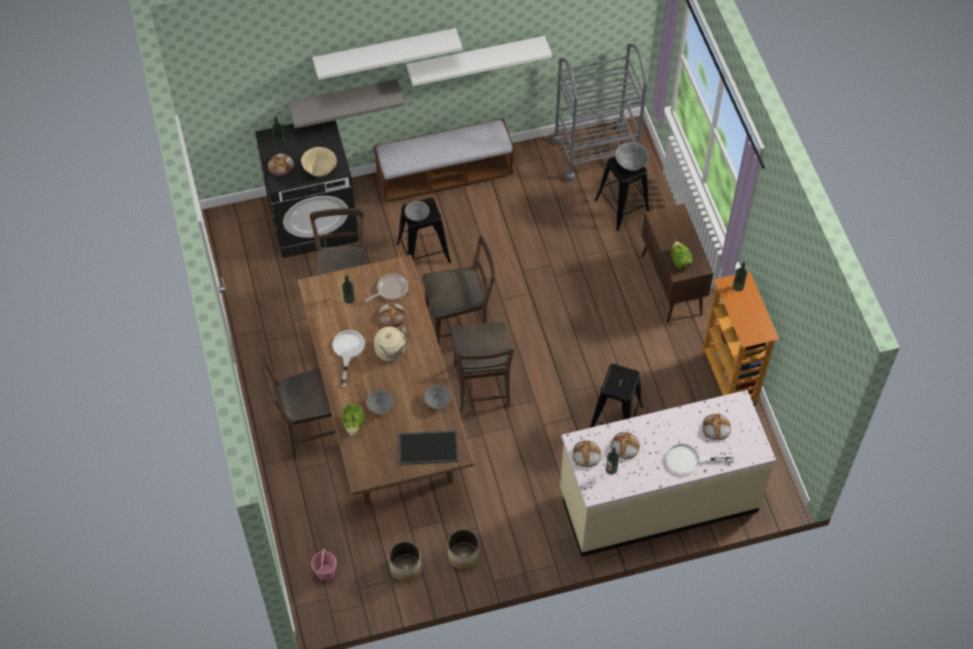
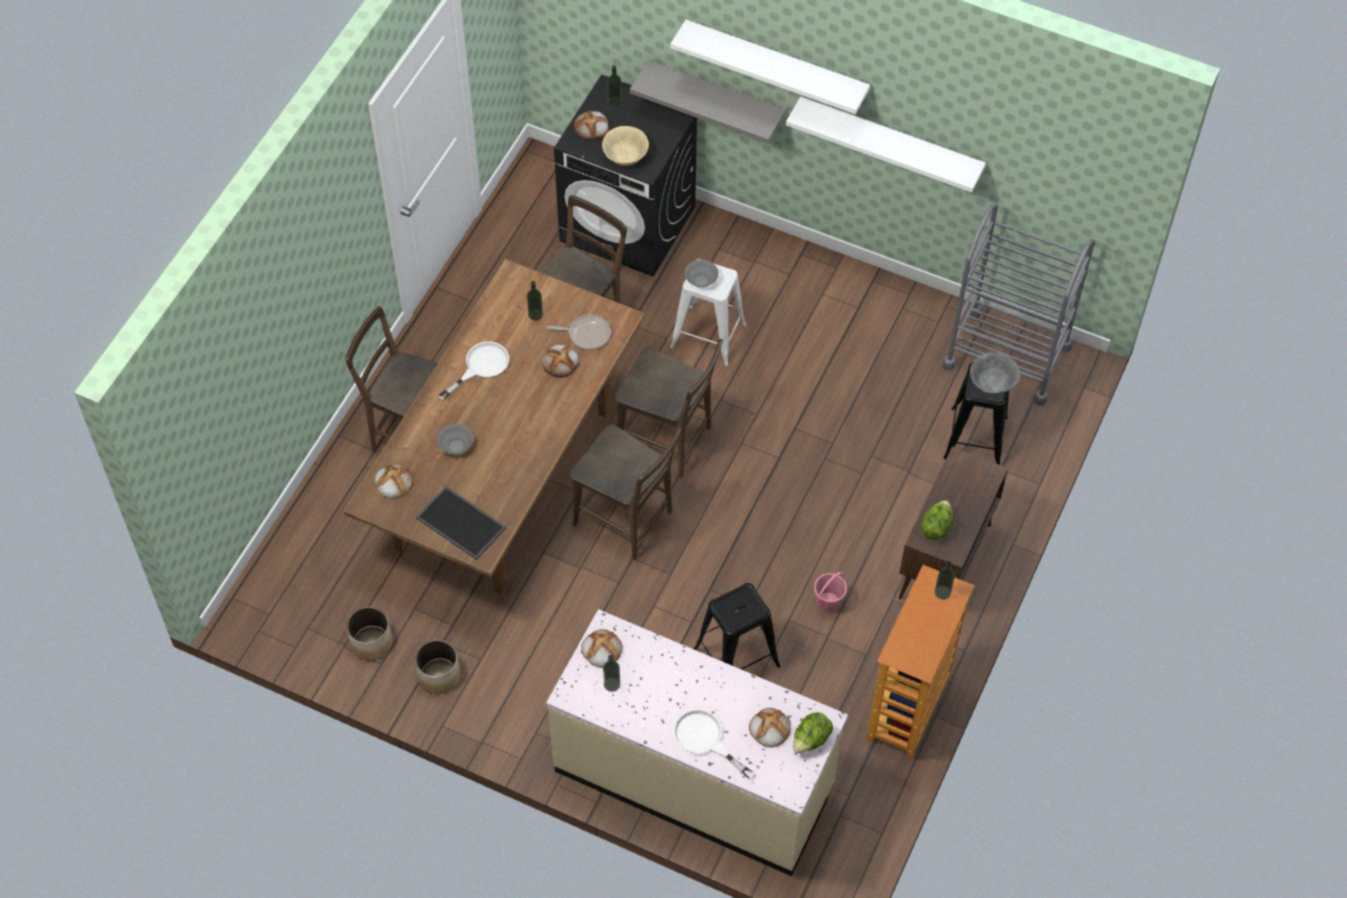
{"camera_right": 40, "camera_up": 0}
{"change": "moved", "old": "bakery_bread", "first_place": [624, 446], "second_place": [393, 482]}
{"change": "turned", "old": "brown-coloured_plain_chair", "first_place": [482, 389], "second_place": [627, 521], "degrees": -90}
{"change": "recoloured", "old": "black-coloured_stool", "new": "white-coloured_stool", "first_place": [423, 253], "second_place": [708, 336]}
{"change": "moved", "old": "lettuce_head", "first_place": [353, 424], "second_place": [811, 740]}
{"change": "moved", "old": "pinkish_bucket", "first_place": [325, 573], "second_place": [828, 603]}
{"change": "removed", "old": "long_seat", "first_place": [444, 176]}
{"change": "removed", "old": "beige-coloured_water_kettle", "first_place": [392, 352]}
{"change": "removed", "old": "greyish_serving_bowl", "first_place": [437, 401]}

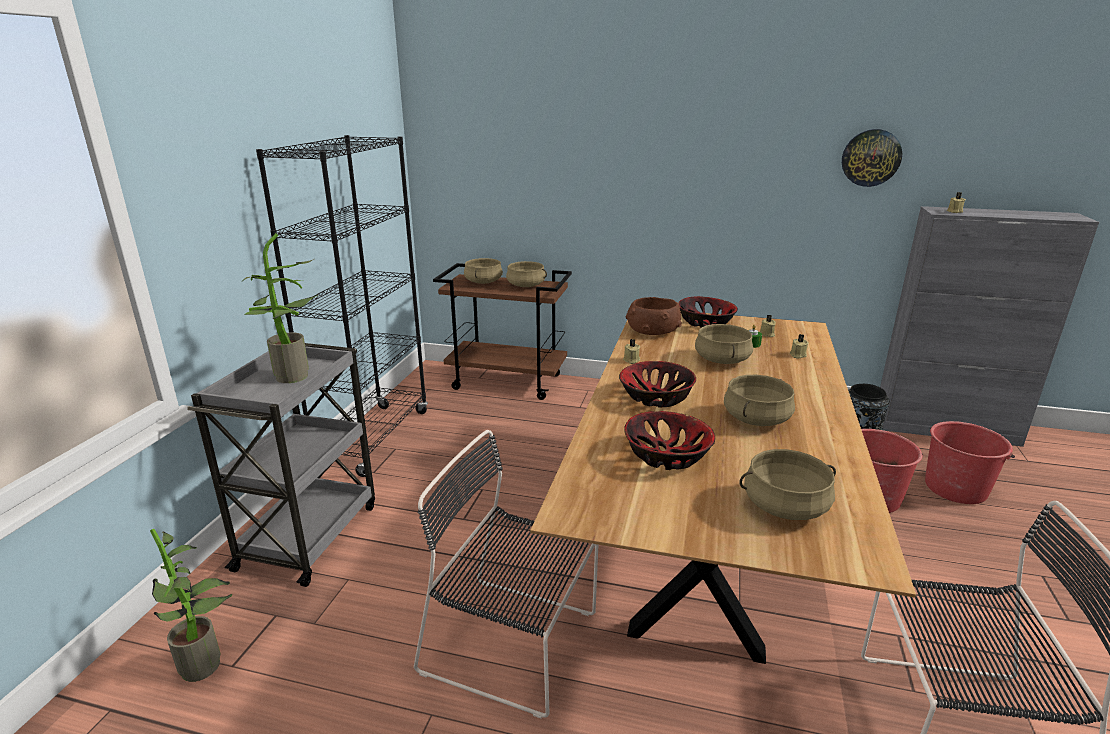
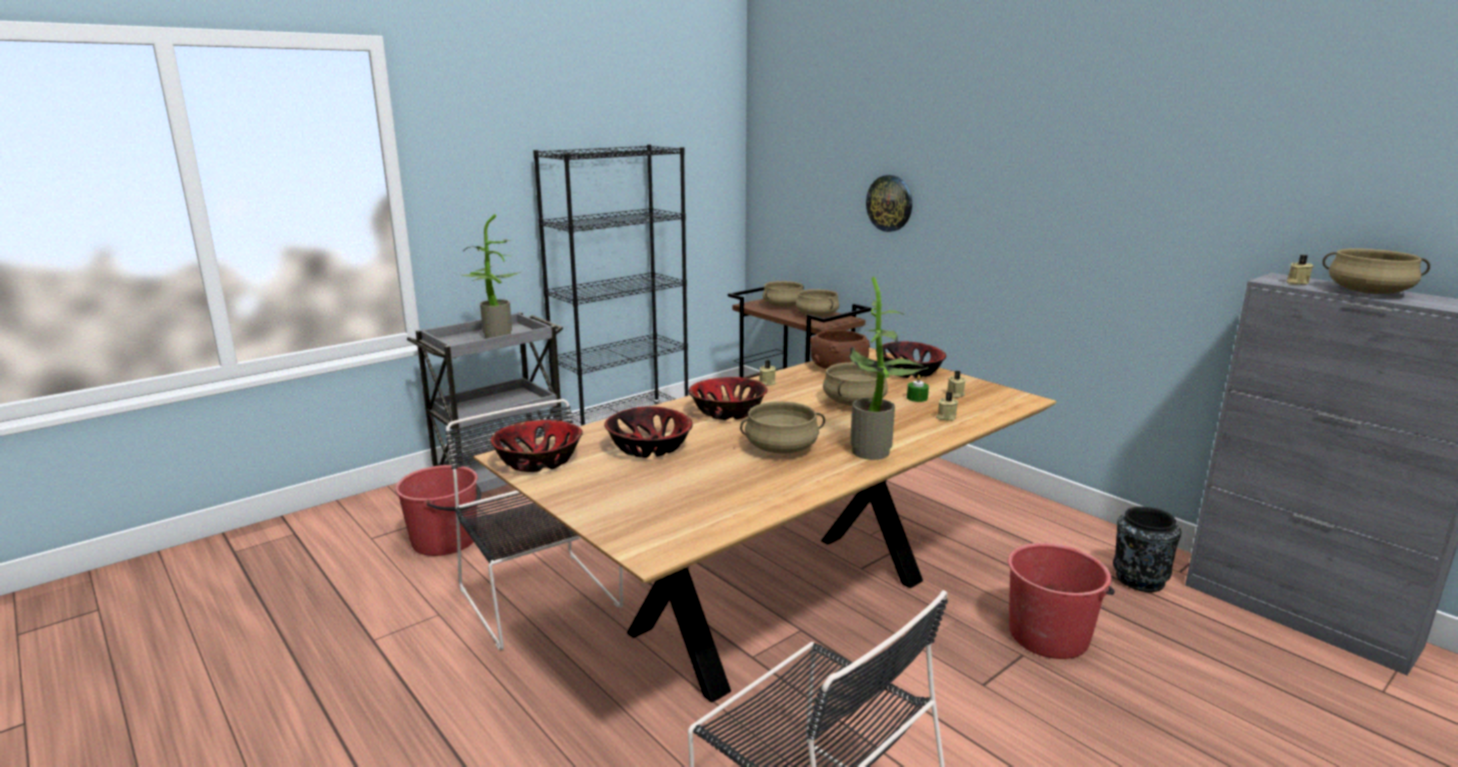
{"camera_right": 35, "camera_up": -5}
{"change": "moved", "old": "reddish_bucket", "first_place": [955, 488], "second_place": [446, 540]}
{"change": "added", "new": "serving_bowl", "second_place": [538, 461]}
{"change": "moved", "old": "plant_in_a_pot", "first_place": [207, 664], "second_place": [877, 452]}
{"change": "moved", "old": "clock_on_the_wall", "first_place": [871, 158], "second_place": [890, 203]}
{"change": "moved", "old": "beige-coloured_stockpot", "first_place": [785, 506], "second_place": [1369, 292]}

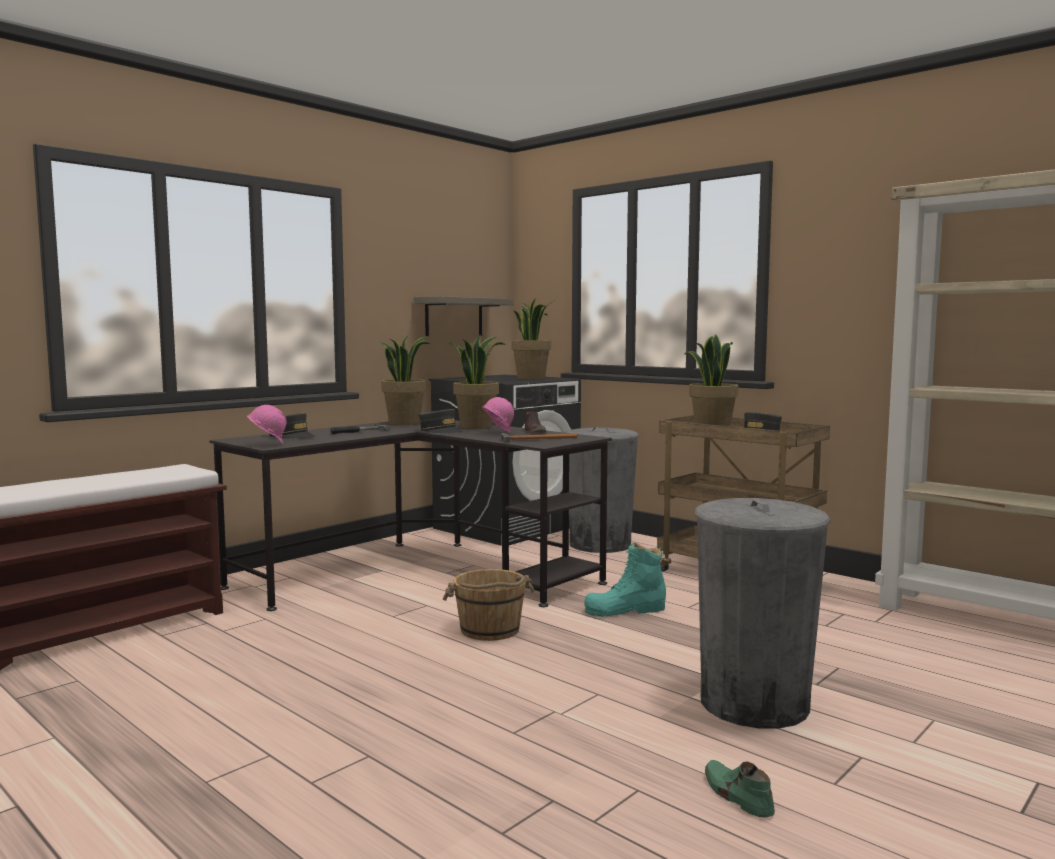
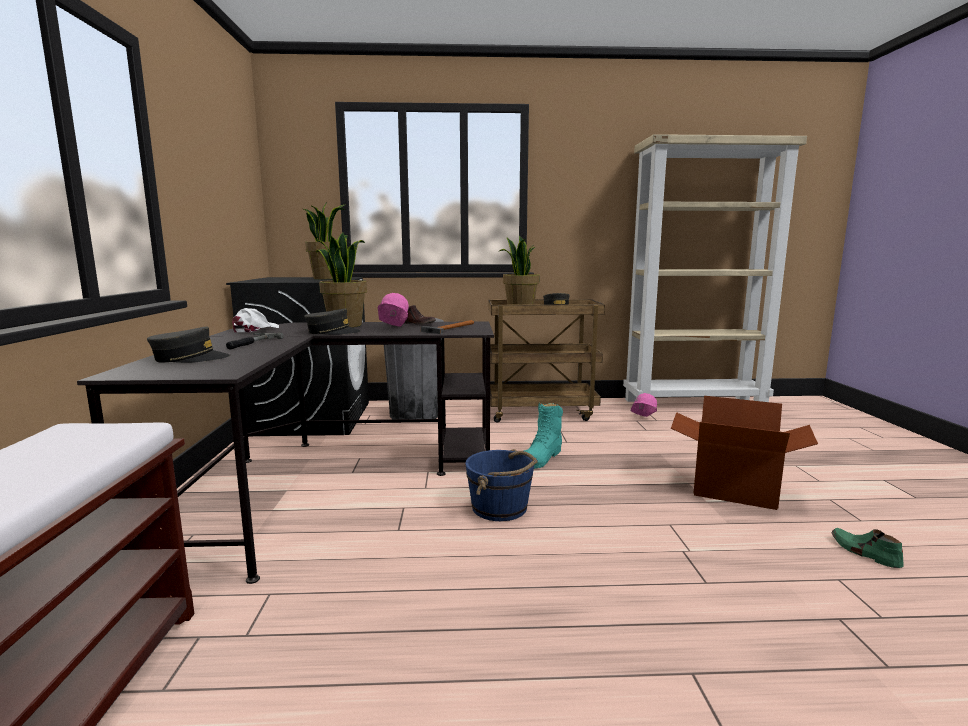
{"camera_right": -45, "camera_up": 5}
{"change": "replaced", "old": "plant_in_a_pot", "new": "white-coloured_cap", "first_place": [404, 423], "second_place": [255, 330]}
{"change": "recoloured", "old": "brown-coloured_bucket", "new": "bluish_bucket", "first_place": [490, 630], "second_place": [500, 508]}
{"change": "moved", "old": "pinkish_work_helmet", "first_place": [267, 445], "second_place": [642, 419]}
{"change": "replaced", "old": "greyish_waste_bin", "new": "cardboard_box", "first_place": [754, 703], "second_place": [733, 490]}
{"change": "turned", "old": "green_low_shoe", "first_place": [736, 796], "second_place": [864, 552], "degrees": 45}
{"change": "removed", "old": "shelf", "first_place": [454, 317]}

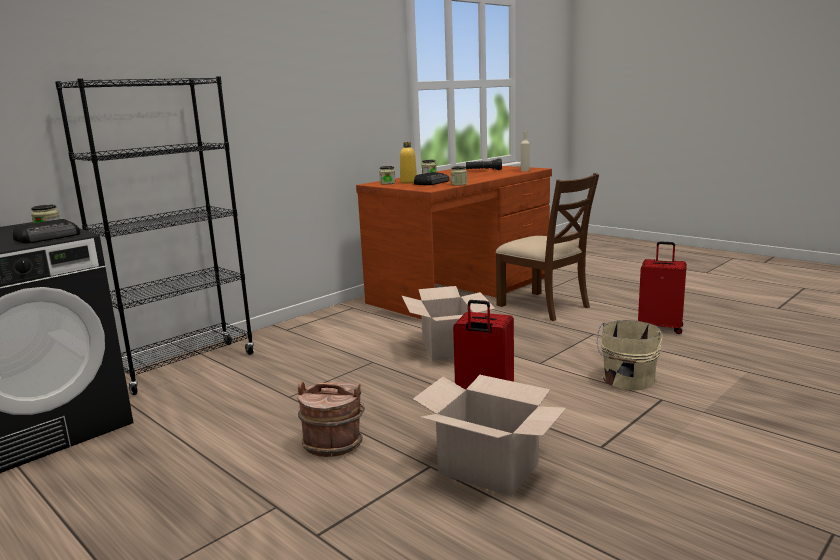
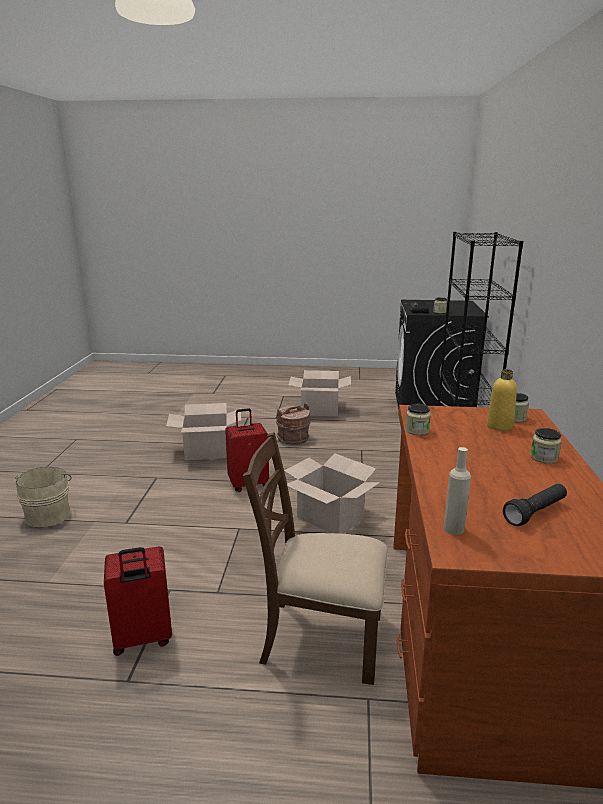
{"camera_right": 140, "camera_up": 5}
{"change": "moved", "old": "beige-coloured_bucket", "first_place": [627, 380], "second_place": [49, 514]}
{"change": "added", "new": "cardboard_box", "second_place": [320, 410]}
{"change": "removed", "old": "radio", "first_place": [432, 183]}

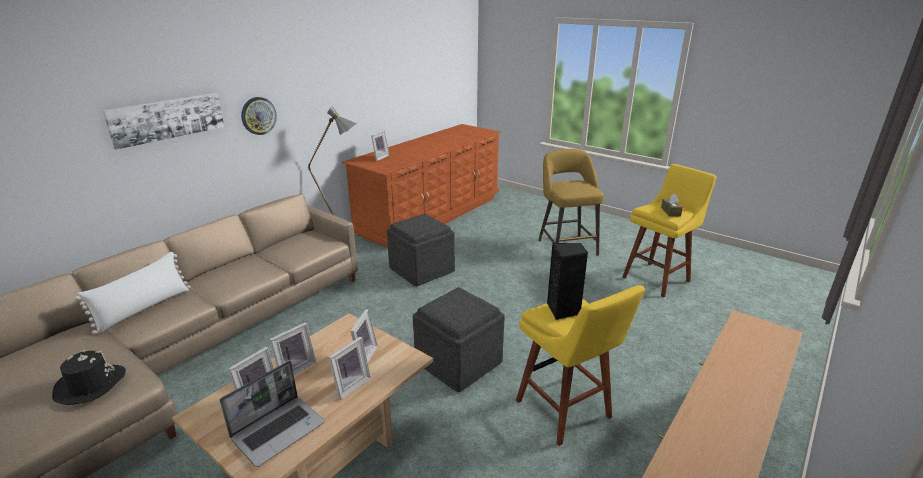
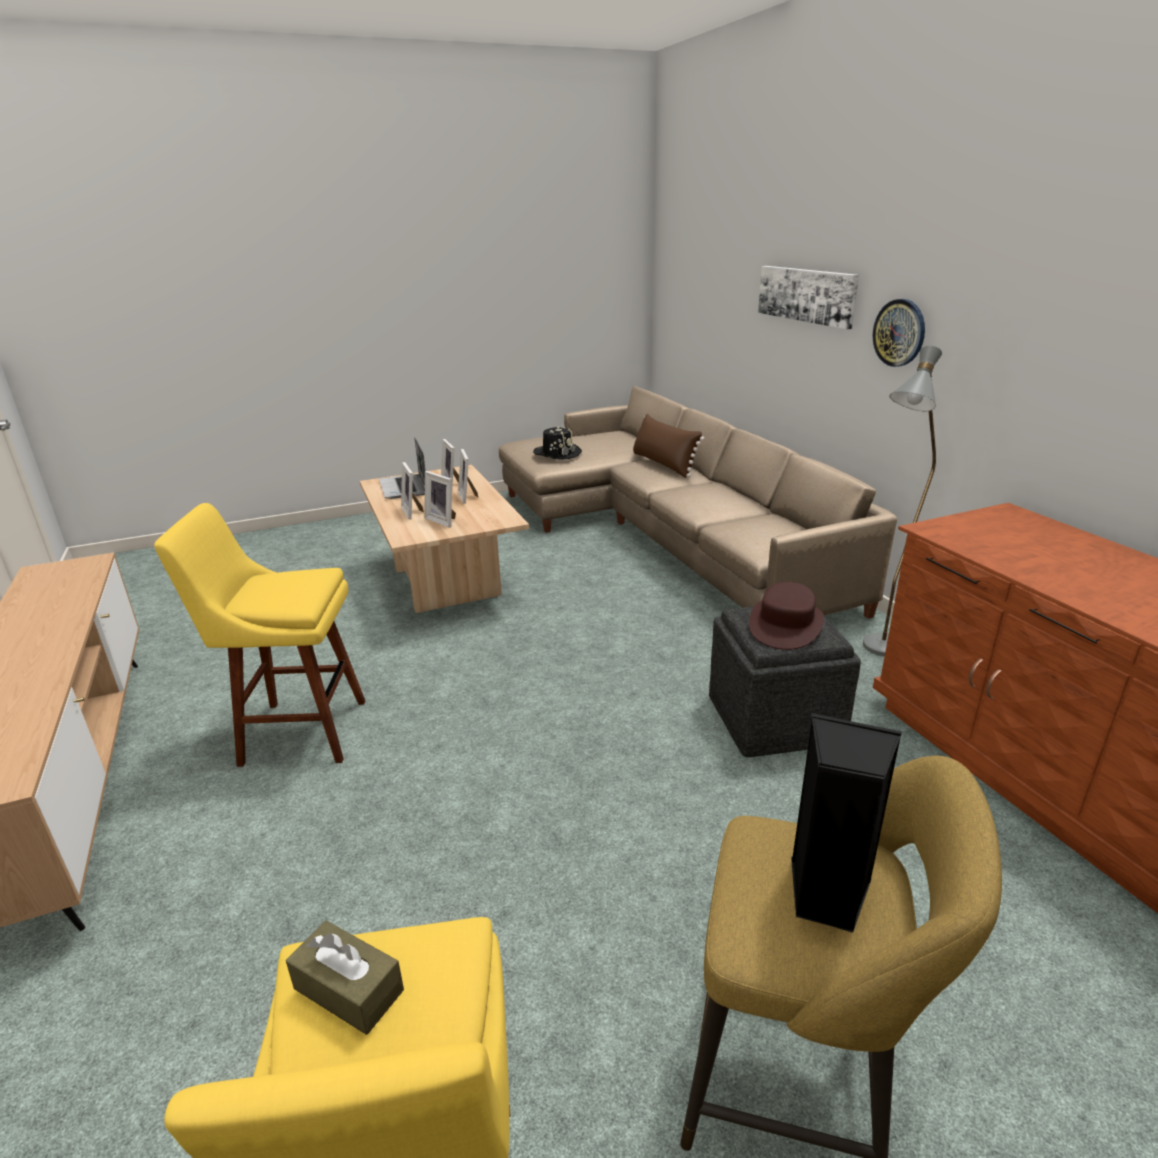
{"camera_right": 120, "camera_up": 0}
{"change": "recoloured", "old": "white-coloured_cushion", "new": "brown-coloured_cushion", "first_place": [144, 308], "second_place": [663, 464]}
{"change": "added", "new": "brown-coloured_hat", "second_place": [786, 625]}
{"change": "moved", "old": "black-coloured_speaker", "first_place": [564, 310], "second_place": [826, 894]}
{"change": "removed", "old": "standing_frame", "first_place": [379, 157]}
{"change": "removed", "old": "greyish_pouffe", "first_place": [457, 362]}

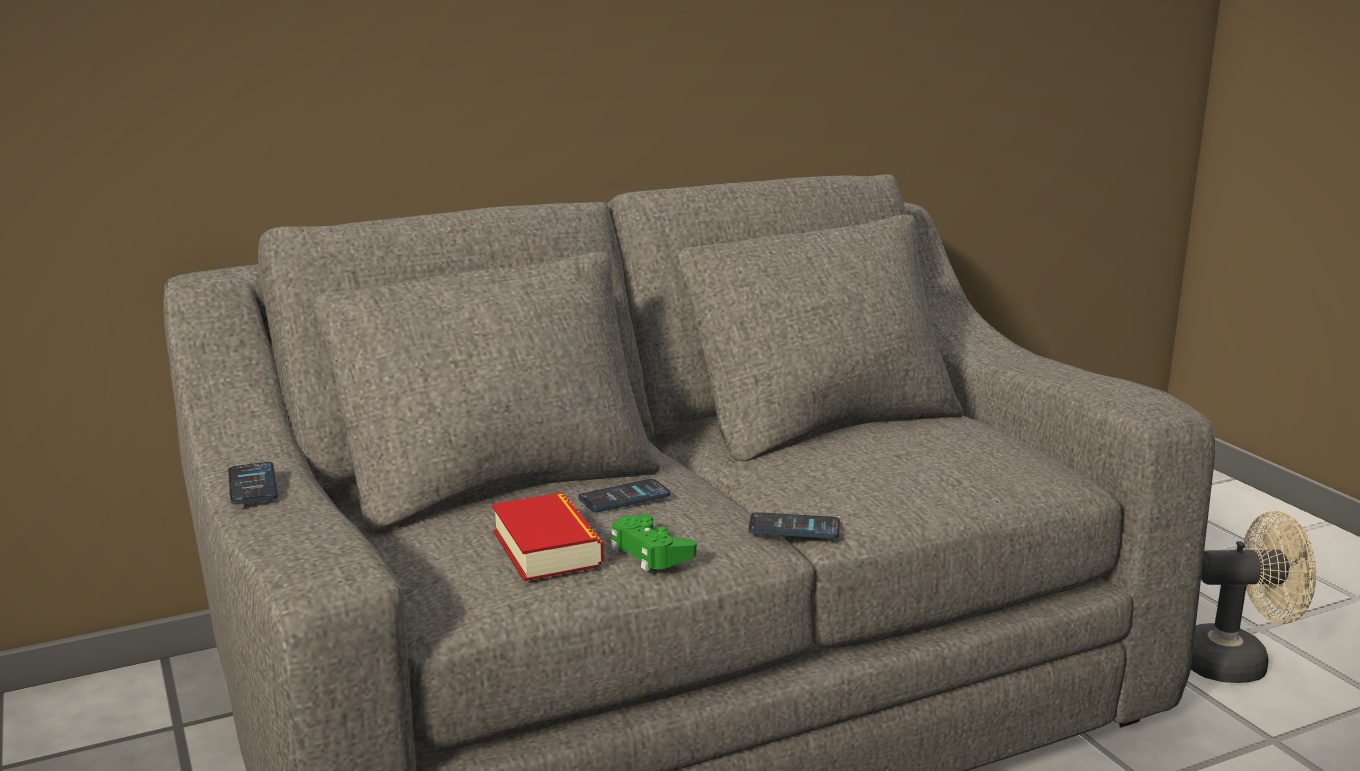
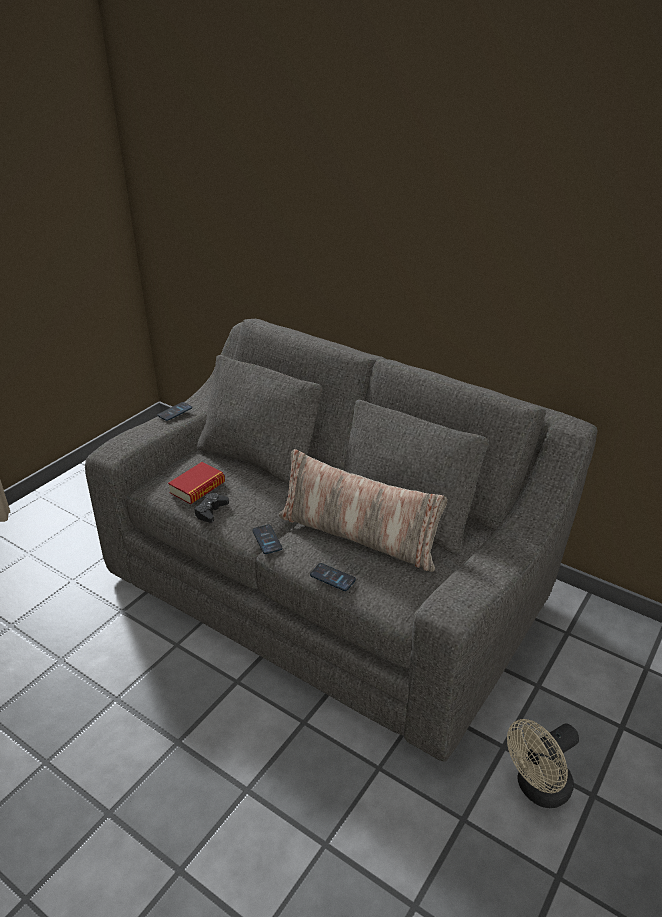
{"camera_right": 60, "camera_up": 15}
{"change": "recoloured", "old": "green_joypad", "new": "black-coloured_joypad", "first_place": [650, 552], "second_place": [211, 511]}
{"change": "added", "new": "cushion", "second_place": [358, 536]}
{"change": "moved", "old": "handset", "first_place": [624, 497], "second_place": [332, 577]}
{"change": "turned", "old": "beige-coloured_cooling_fan", "first_place": [1236, 662], "second_place": [537, 789], "degrees": 90}

